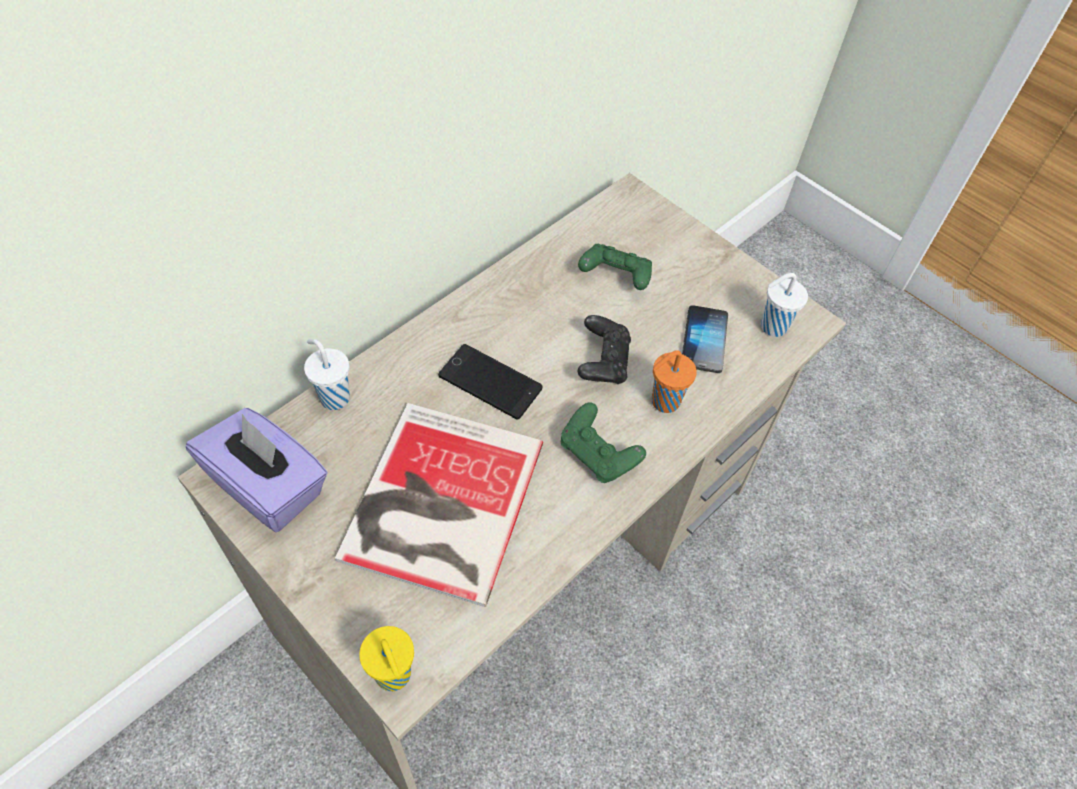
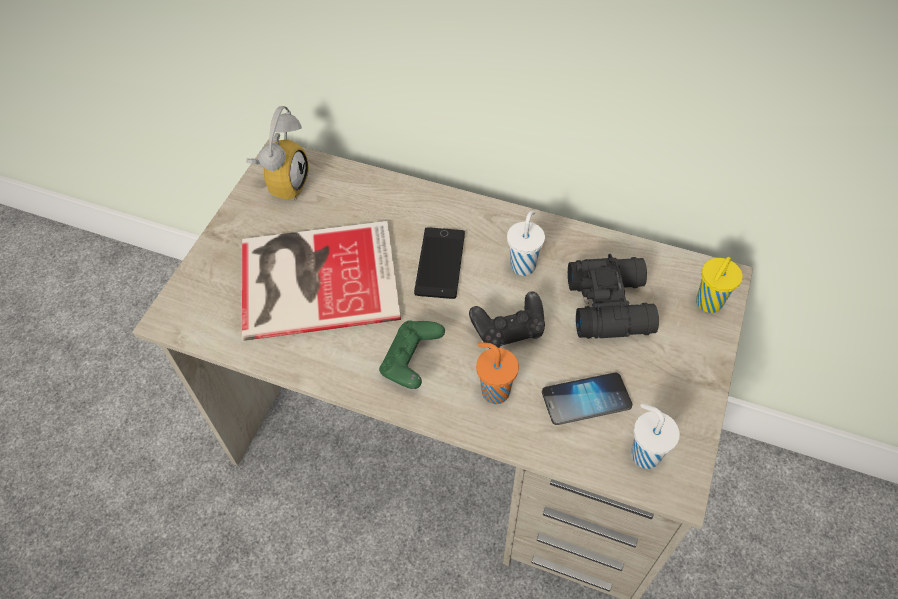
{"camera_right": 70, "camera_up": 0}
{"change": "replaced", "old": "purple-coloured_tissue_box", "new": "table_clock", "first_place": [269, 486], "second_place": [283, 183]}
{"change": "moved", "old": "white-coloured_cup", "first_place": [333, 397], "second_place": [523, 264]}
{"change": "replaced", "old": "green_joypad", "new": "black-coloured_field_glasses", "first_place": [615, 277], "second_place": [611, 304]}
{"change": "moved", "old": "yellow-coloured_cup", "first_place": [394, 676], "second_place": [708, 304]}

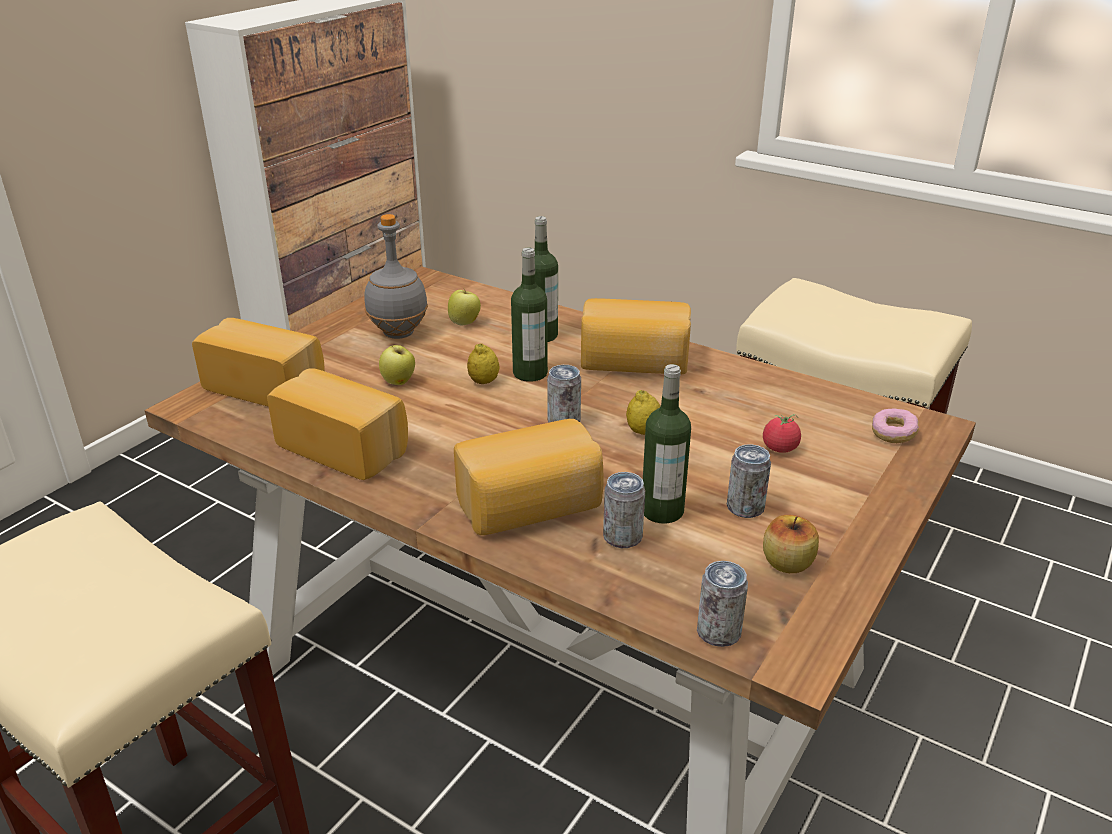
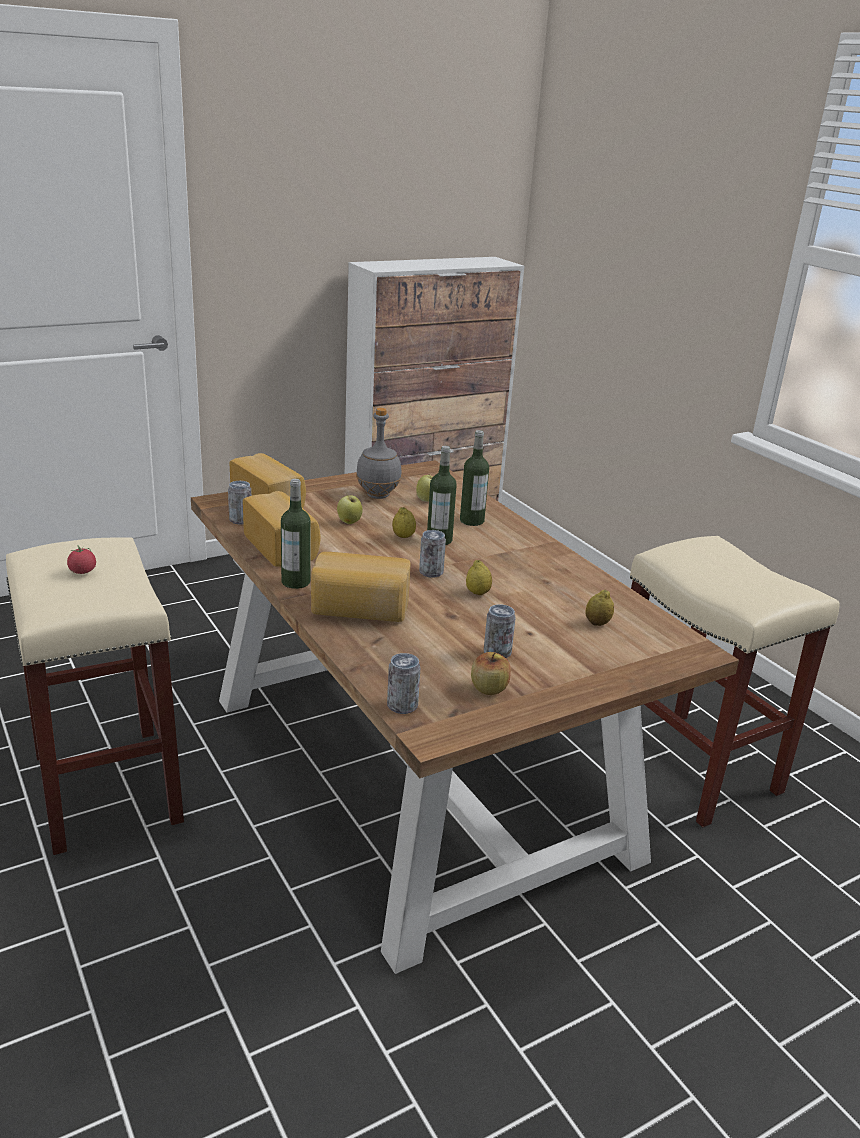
{"camera_right": 25, "camera_up": -5}
{"change": "moved", "old": "tomato", "first_place": [780, 448], "second_place": [82, 571]}
{"change": "moved", "old": "can", "first_place": [622, 537], "second_place": [240, 520]}
{"change": "moved", "old": "drink_bottle", "first_place": [662, 511], "second_place": [296, 582]}
{"change": "added", "new": "whole_lemon", "second_place": [597, 623]}
{"change": "removed", "old": "bakery_bread", "first_place": [634, 363]}
{"change": "removed", "old": "doughnut", "first_place": [893, 434]}

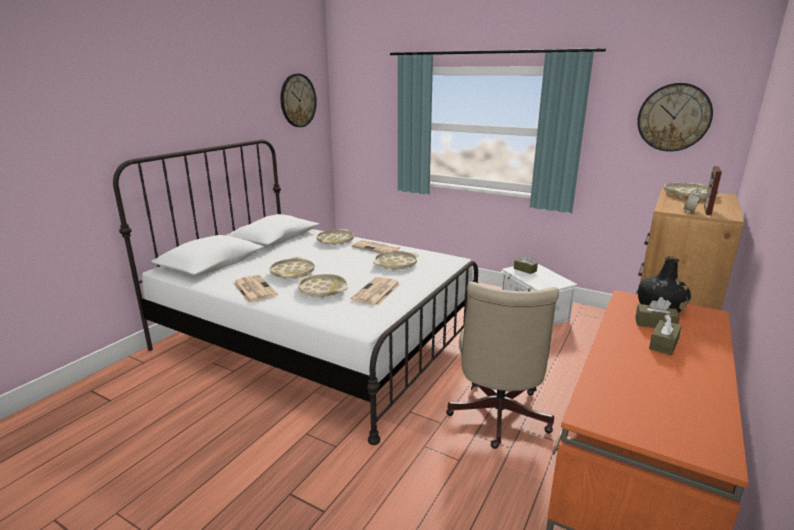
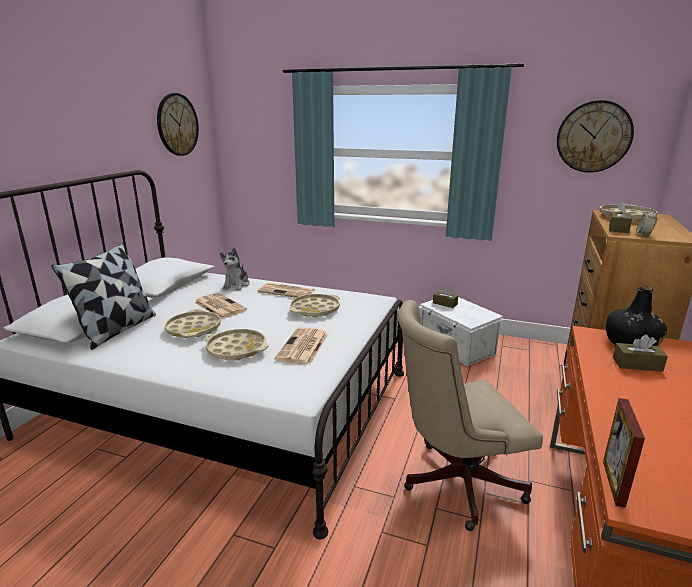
{"camera_right": -10, "camera_up": 0}
{"change": "added", "new": "cushion", "second_place": [117, 330]}
{"change": "moved", "old": "printed_paper", "first_place": [253, 289], "second_place": [219, 306]}
{"change": "replaced", "old": "beige-coloured_tray", "new": "cuddly_toy", "first_place": [335, 240], "second_place": [237, 285]}
{"change": "turned", "old": "beige-coloured_computer_chair", "first_place": [497, 418], "second_place": [455, 482], "degrees": 75}
{"change": "moved", "old": "standing_frame", "first_place": [707, 210], "second_place": [613, 483]}
{"change": "moved", "old": "brown-coloured_tissue_box", "first_place": [663, 344], "second_place": [618, 228]}

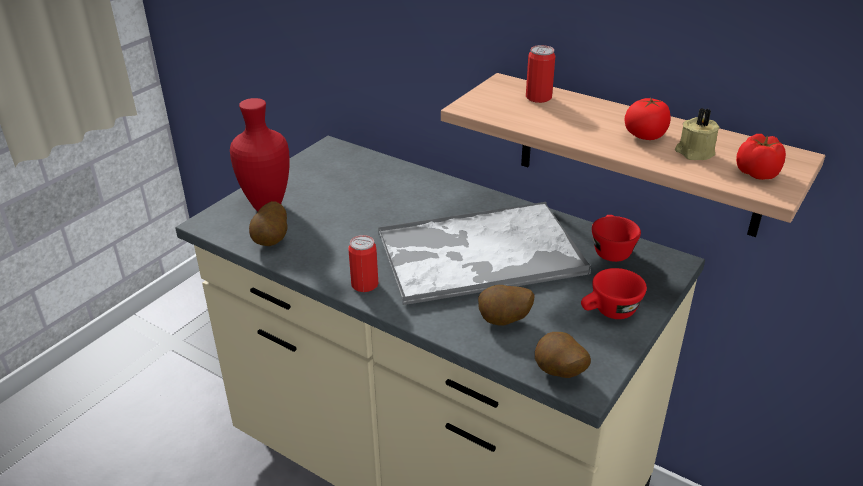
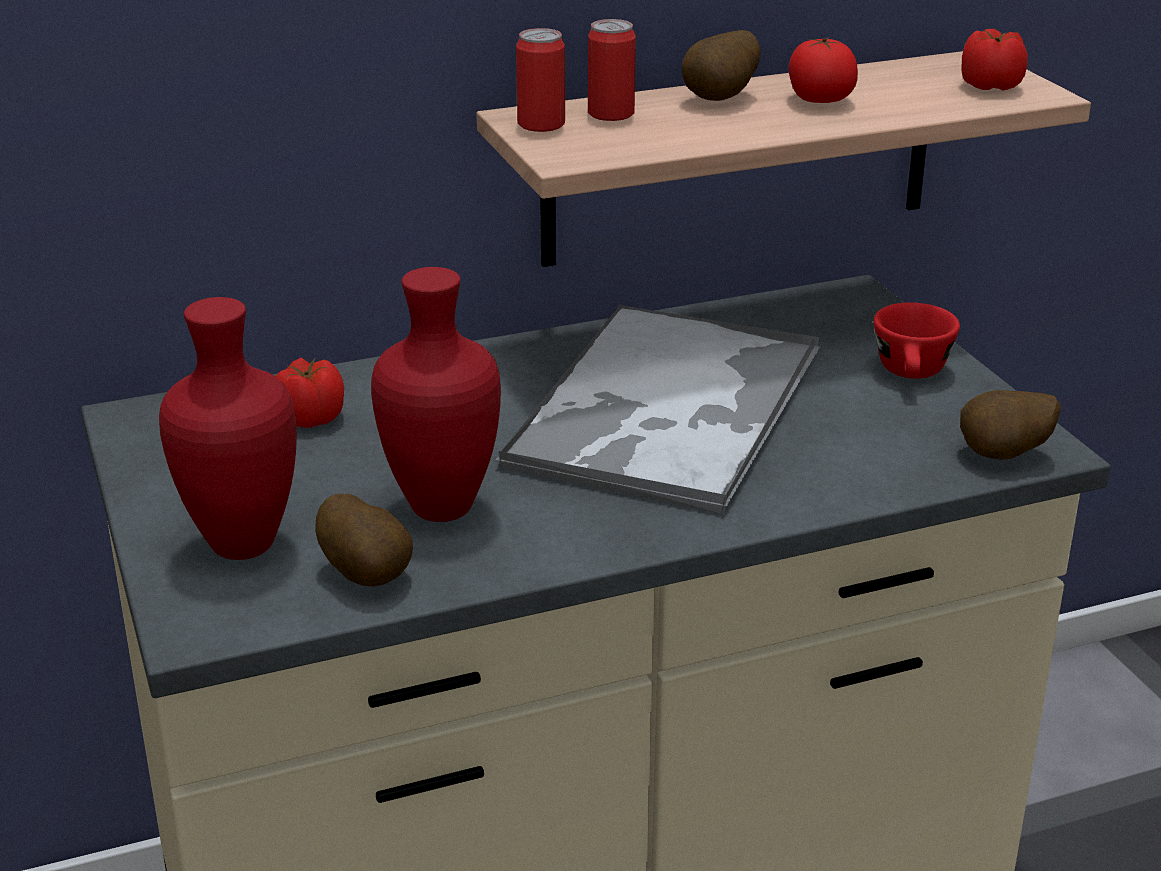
{"camera_right": -55, "camera_up": -5}
{"change": "added", "new": "tomato", "second_place": [309, 418]}
{"change": "added", "new": "reddish_decorative_vase", "second_place": [440, 506]}
{"change": "moved", "old": "can", "first_place": [364, 284], "second_place": [541, 124]}
{"change": "moved", "old": "potato", "first_place": [504, 322], "second_place": [722, 99]}
{"change": "removed", "old": "reddish_cup", "first_place": [610, 249]}
{"change": "removed", "old": "beige-coloured_candle", "first_place": [694, 152]}

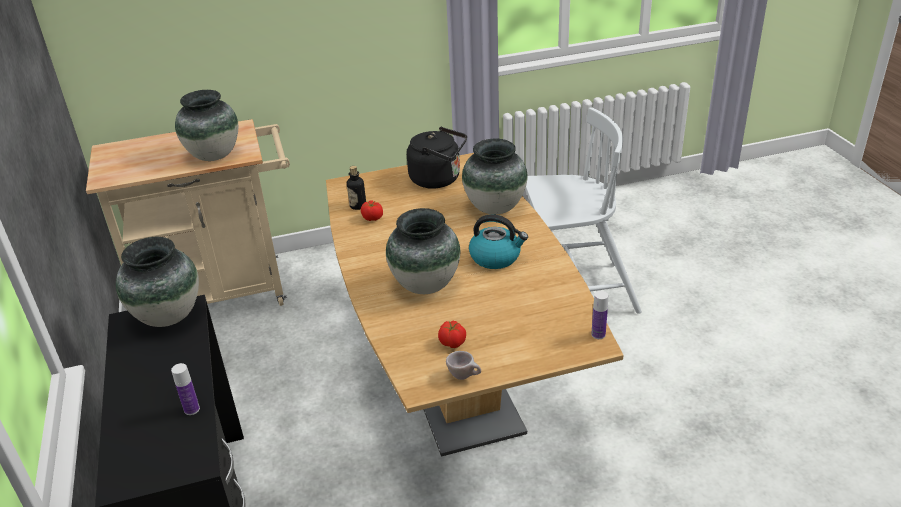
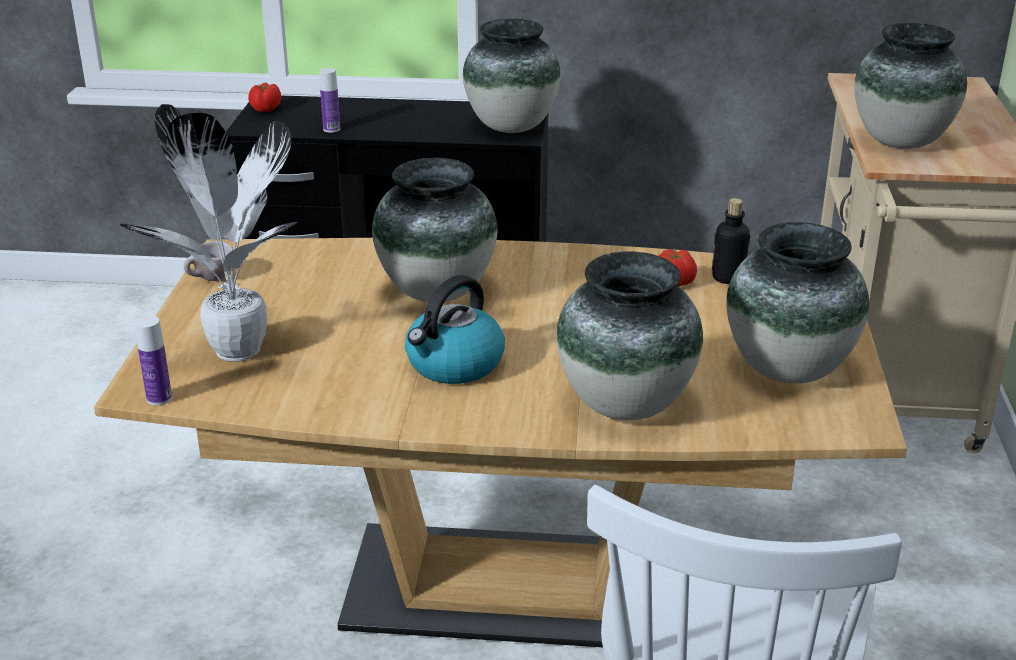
{"camera_right": 110, "camera_up": -5}
{"change": "added", "new": "plant_in_a_pot", "second_place": [236, 353]}
{"change": "moved", "old": "tomato", "first_place": [452, 343], "second_place": [265, 109]}
{"change": "replaced", "old": "black-coloured_water_kettle", "new": "decorative_vase", "first_place": [438, 179], "second_place": [787, 369]}

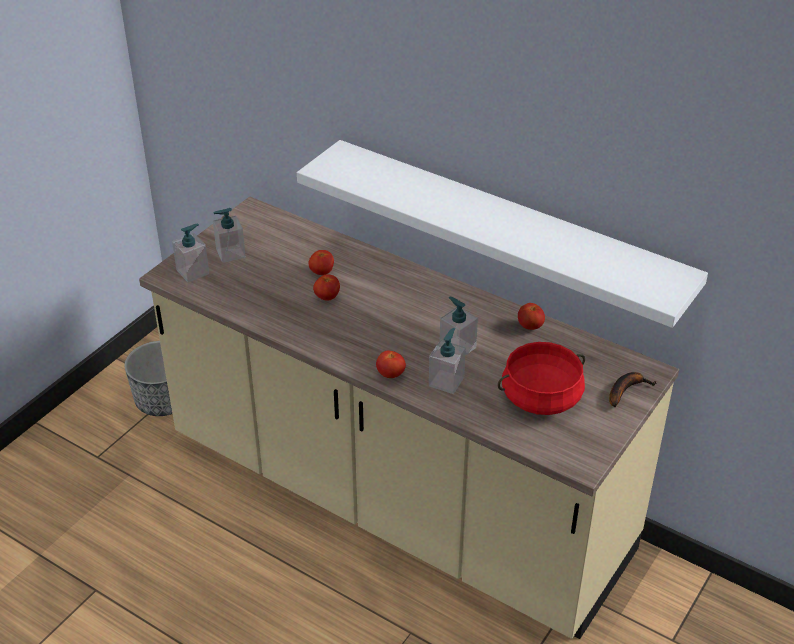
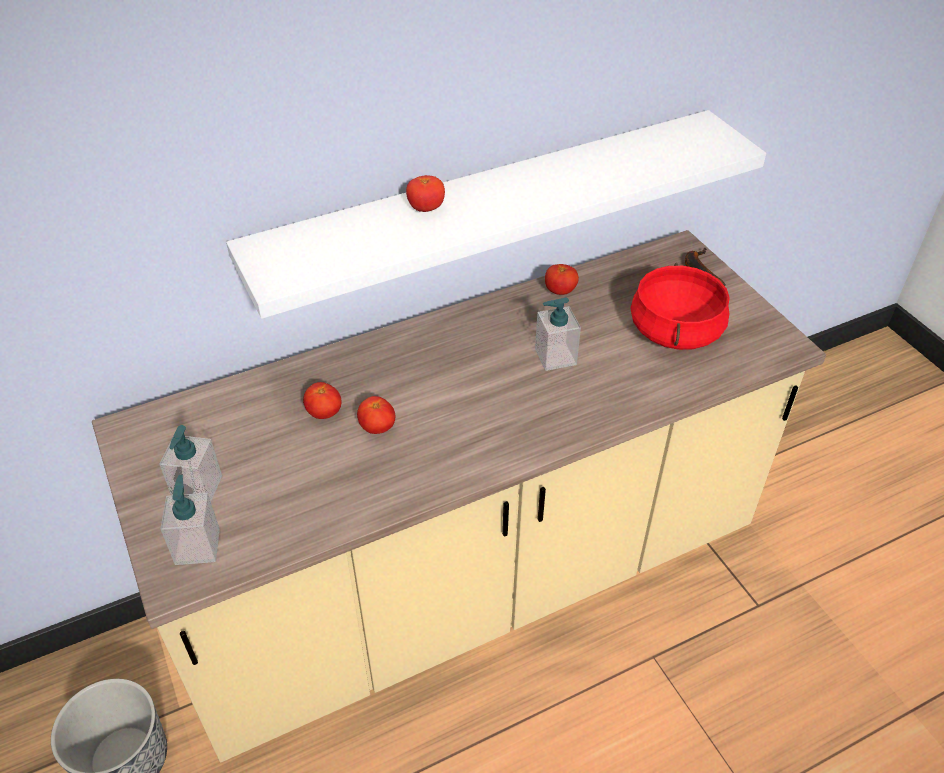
{"camera_right": -60, "camera_up": 5}
{"change": "moved", "old": "tomato", "first_place": [390, 374], "second_place": [426, 208]}
{"change": "removed", "old": "soap_dispenser", "first_place": [446, 381]}

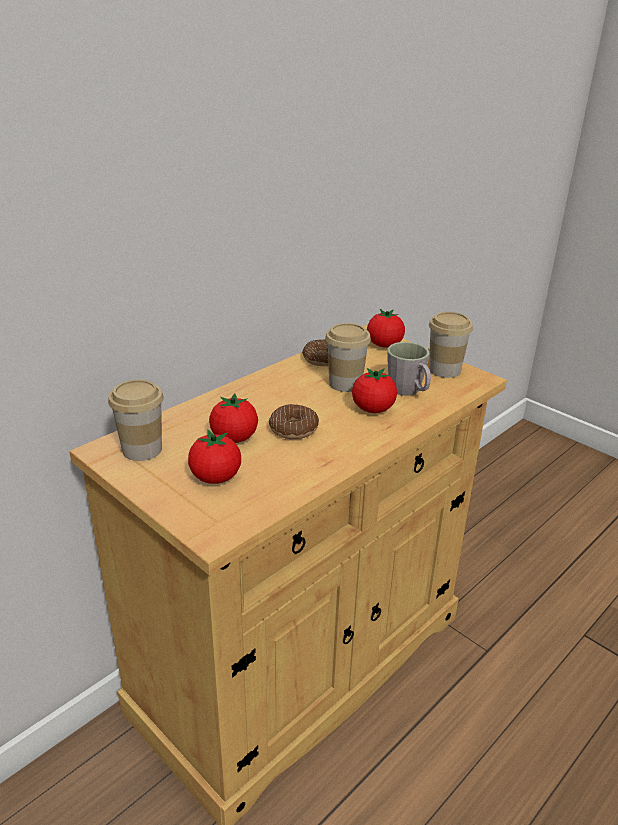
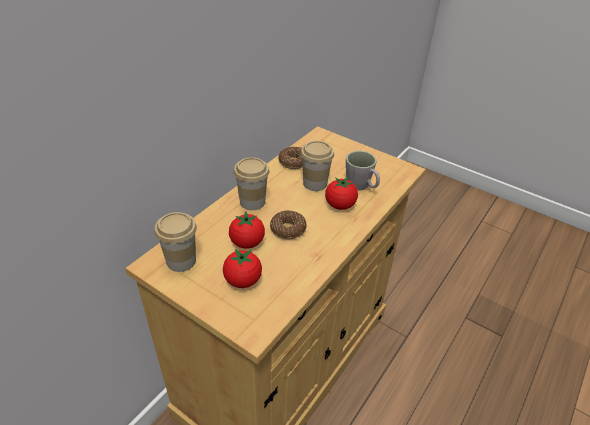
{"camera_right": -10, "camera_up": 10}
{"change": "moved", "old": "cup", "first_place": [444, 370], "second_place": [252, 202]}
{"change": "removed", "old": "tomato", "first_place": [384, 345]}

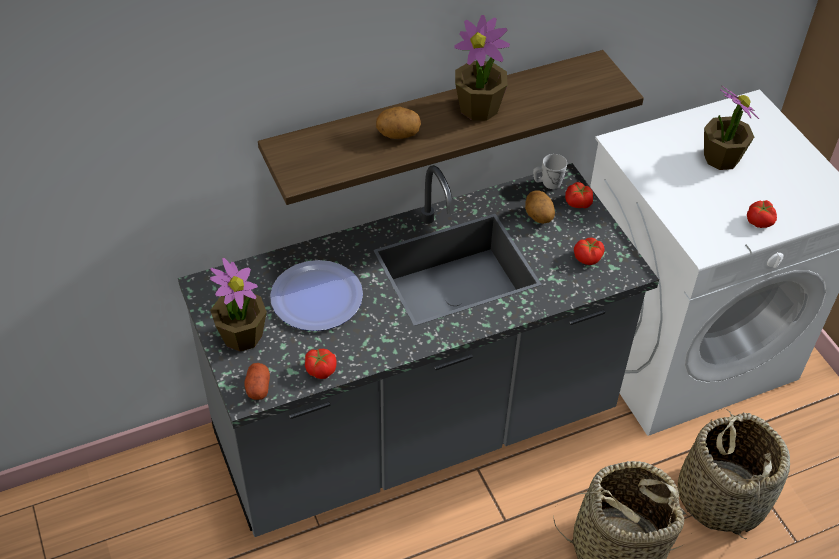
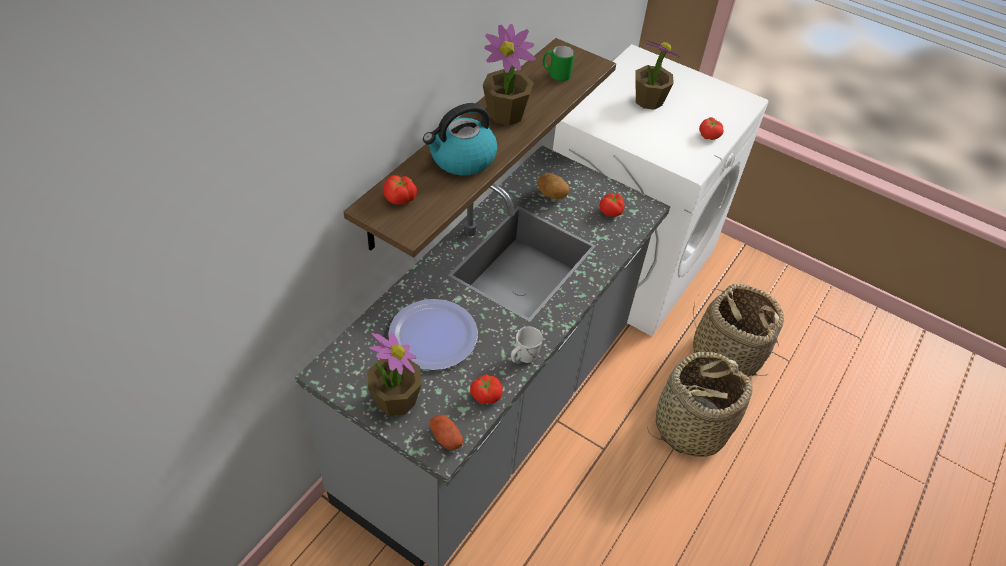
{"camera_right": -35, "camera_up": 0}
{"change": "moved", "old": "tomato", "first_place": [578, 203], "second_place": [400, 198]}
{"change": "replaced", "old": "potato", "new": "water_kettle", "first_place": [398, 134], "second_place": [461, 159]}
{"change": "moved", "old": "white-coloured_tea_mug", "first_place": [547, 183], "second_place": [523, 357]}
{"change": "added", "new": "green_tea_mug", "second_place": [556, 75]}

